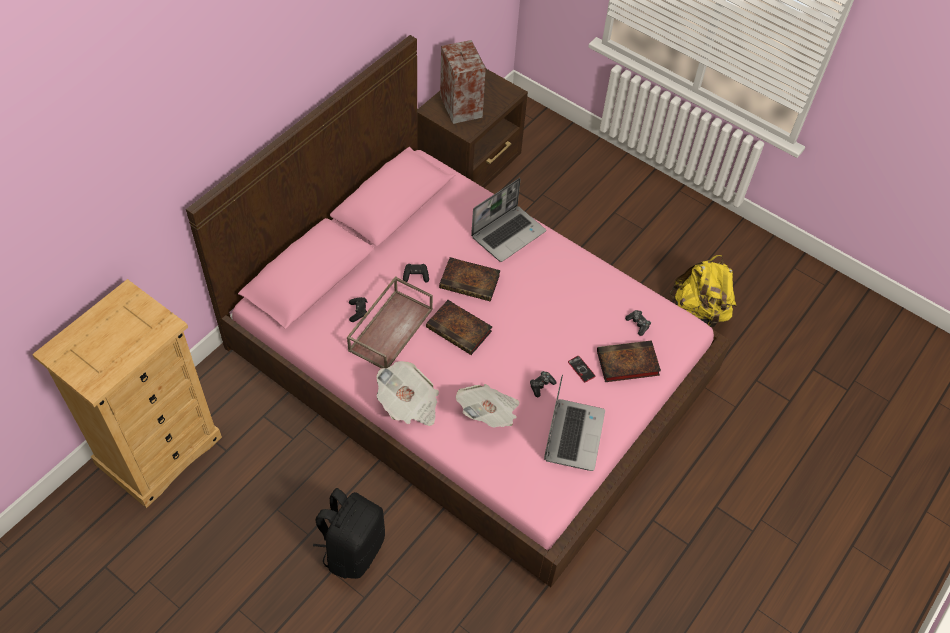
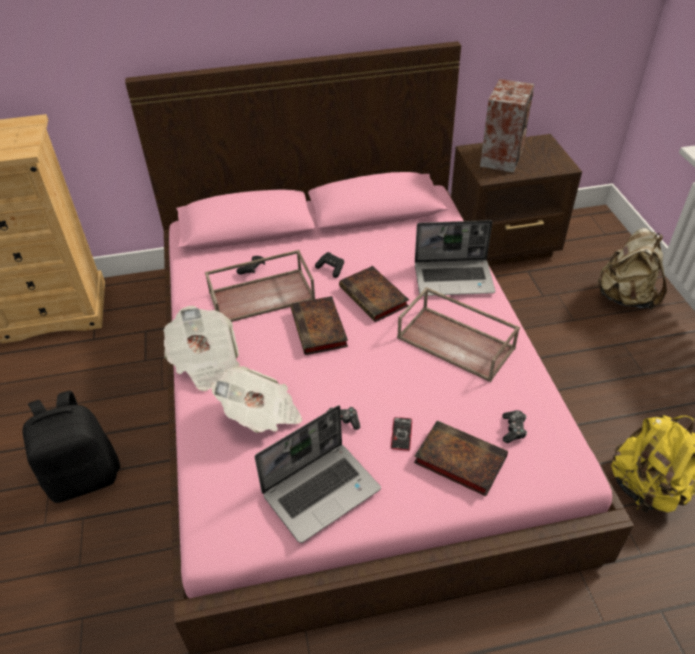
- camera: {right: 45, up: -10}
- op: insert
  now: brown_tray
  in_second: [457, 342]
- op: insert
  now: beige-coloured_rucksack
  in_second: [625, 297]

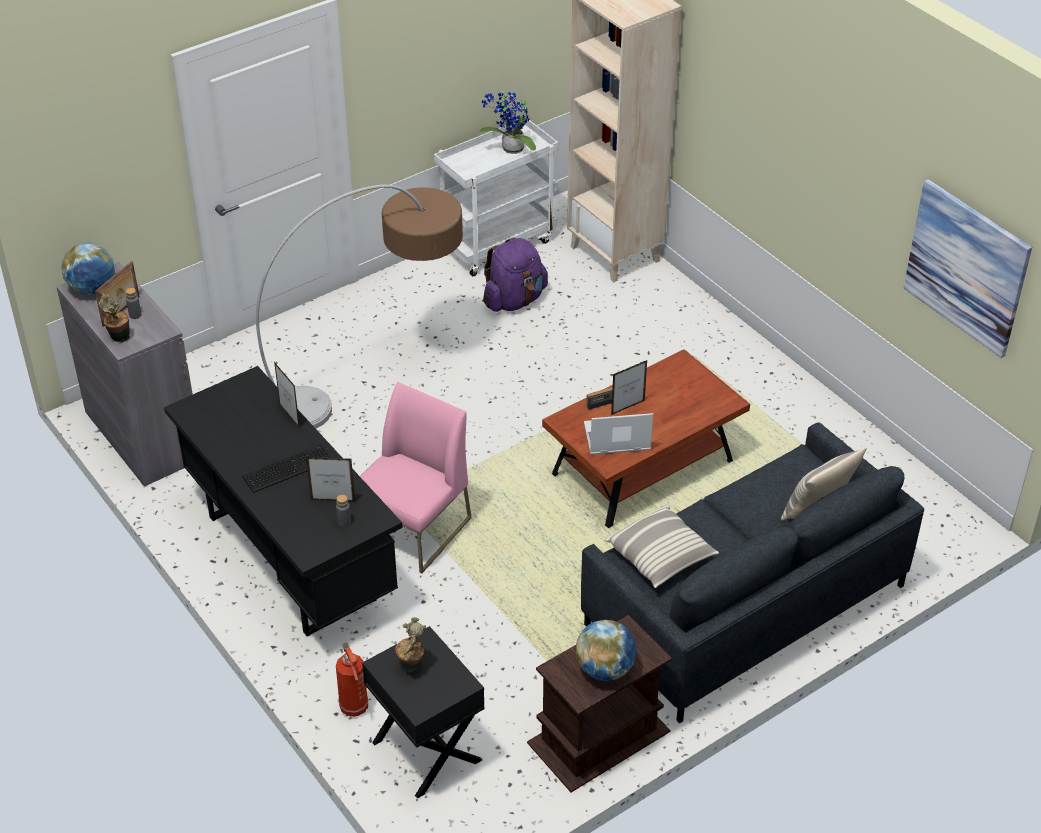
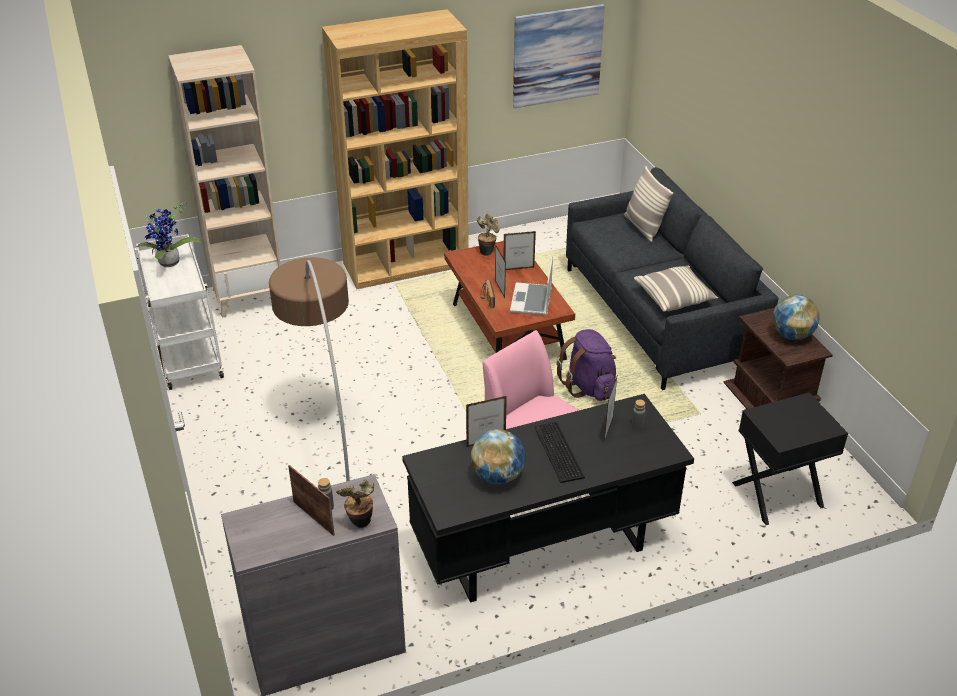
- camera: {right: -75, up: -5}
- op: move
  was: world_globe
  in_first: [92, 289]
  in_second: [498, 476]
- op: delete
  was: fire-fighting_cylinder
  in_first: [355, 708]
- op: move
  was: plant_in_a_pot
  in_first: [412, 667]
  in_second: [487, 251]
- op: move
  was: purple_rucksack
  in_first: [514, 300]
  in_second: [588, 387]
- op: insert
  now: brown_bookshelf
  in_second: [406, 265]
- op: insert
  now: picture_frame
  in_second: [518, 269]

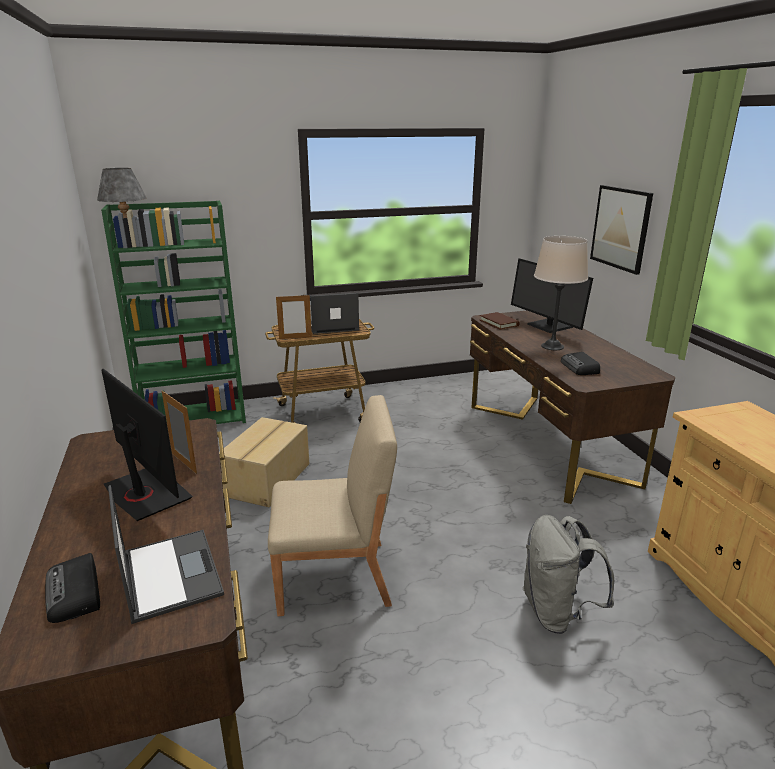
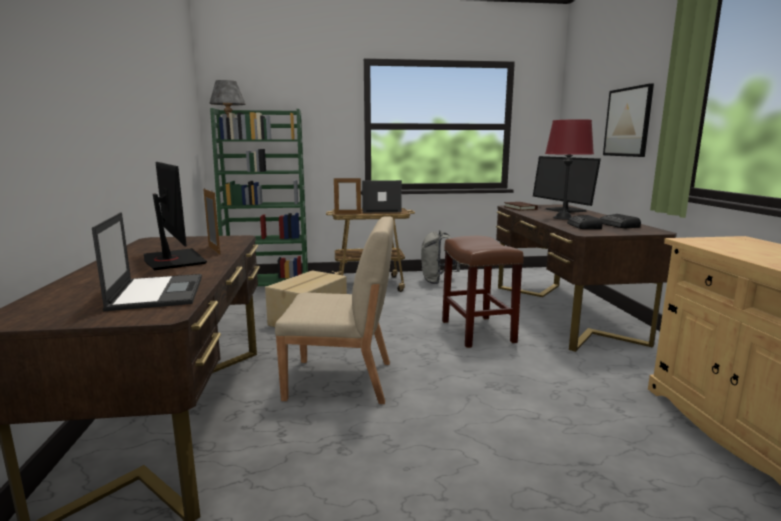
- camera: {right: 10, up: -10}
- op: move
  was: radio
  in_first: [75, 593]
  in_second: [619, 225]
- op: move
  was: greyish_rucksack
  in_first: [557, 612]
  in_second: [437, 281]
- op: recolor
  was: beige-coloured_tabletop_lamp
  now: red-coloured_tabletop_lamp
  in_first: [552, 346]
  in_second: [563, 218]
- op: insert
  now: brown_stool_seat
  in_second: [476, 331]

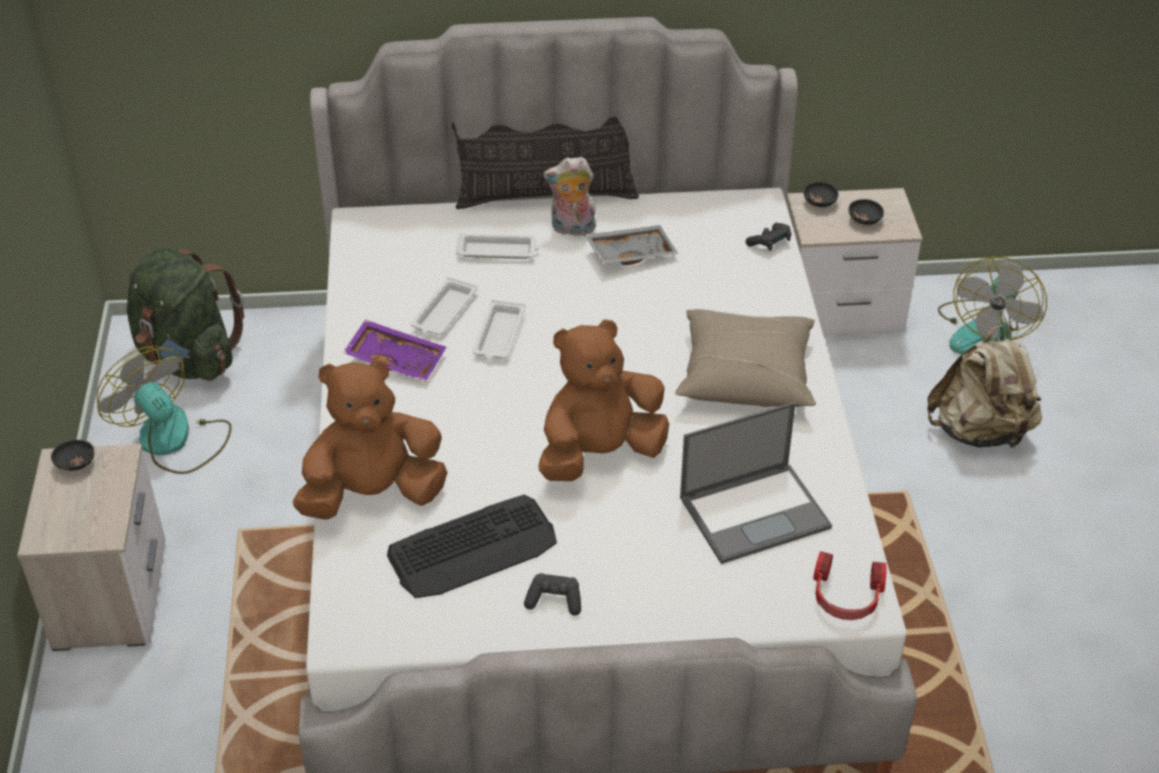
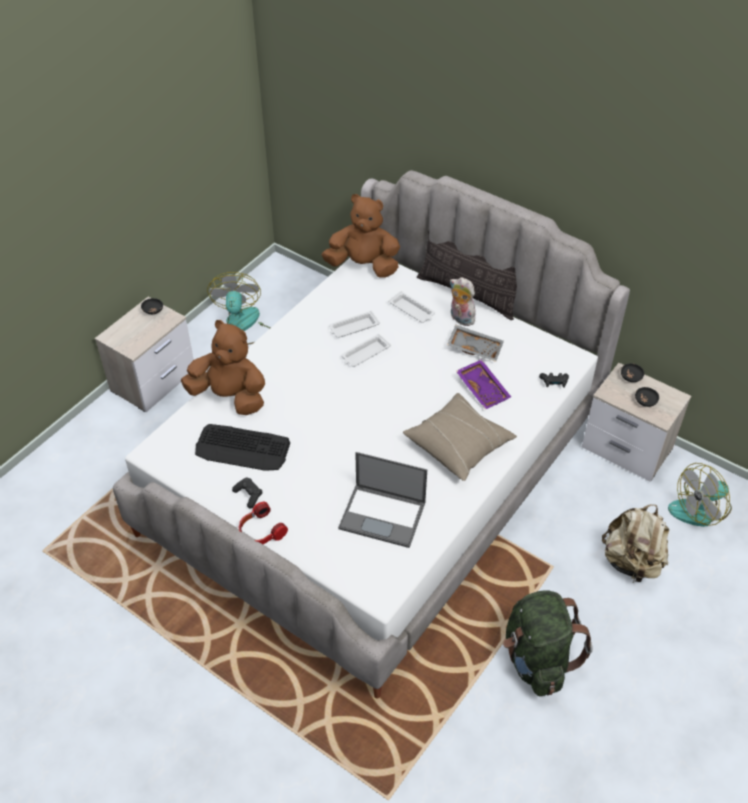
- camera: {right: 40, up: 5}
- op: move
  was: green_rucksack
  in_first: [189, 359]
  in_second: [537, 659]
- op: move
  was: purple_tray
  in_first: [397, 359]
  in_second: [483, 389]
- op: move
  was: brown_soft_toy
  in_first: [599, 454]
  in_second: [363, 266]
- op: move
  was: pair_of_headphones
  in_first: [846, 597]
  in_second: [260, 531]

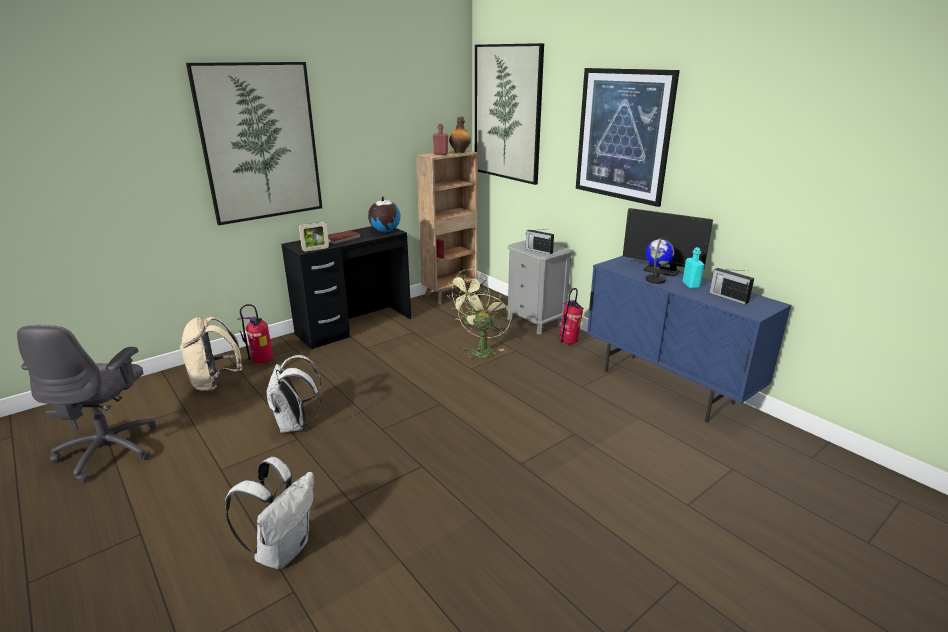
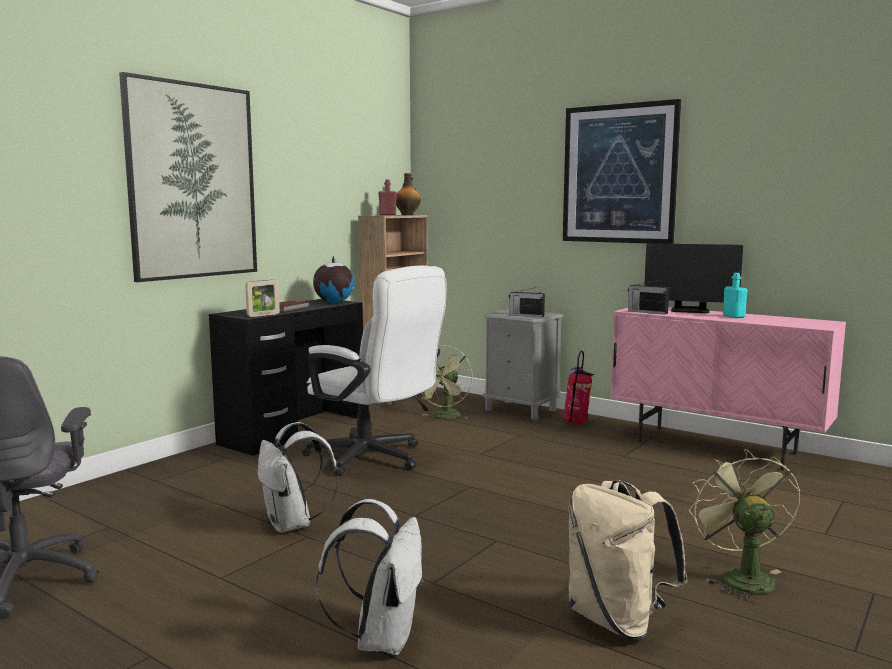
- camera: {right: -15, up: -15}
- op: move
  was: beige-coloured_rucksack
  in_first: [216, 383]
  in_second: [618, 620]
- op: delete
  was: fire-fighting_cylinder
  in_first: [262, 362]
- op: move
  was: green_cooling_fan
  in_first: [482, 349]
  in_second: [740, 576]
- op: delete
  was: wall_picture
  in_first: [507, 113]
- op: recolor
  was: blue-coloured_cabinet
  now: pinkish_cabinet
  in_first: [666, 387]
  in_second: [716, 448]
- op: delete
  was: world_globe
  in_first: [655, 280]
- op: move
  was: radio
  in_first: [728, 297]
  in_second: [647, 312]
- op: insert
  now: whitish_desk_chair
  in_second: [374, 459]

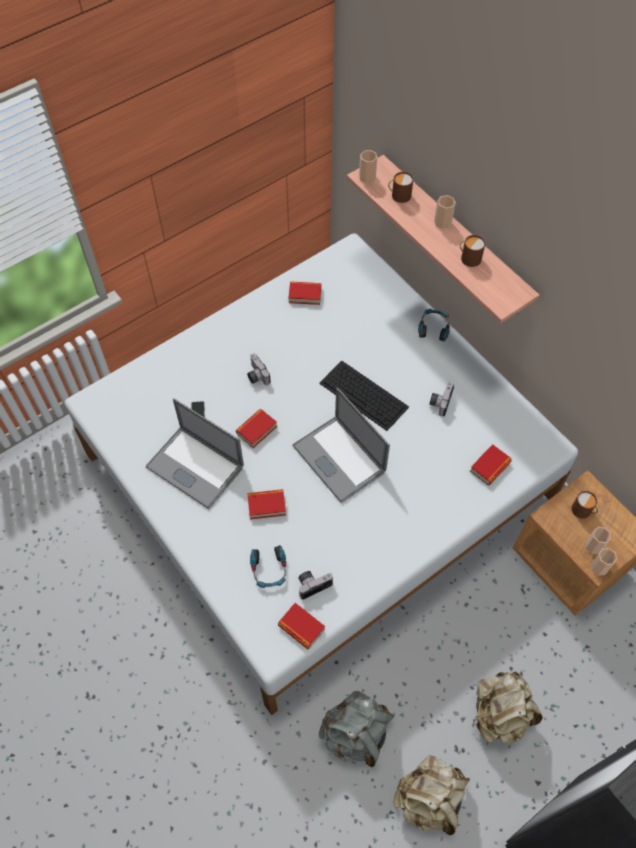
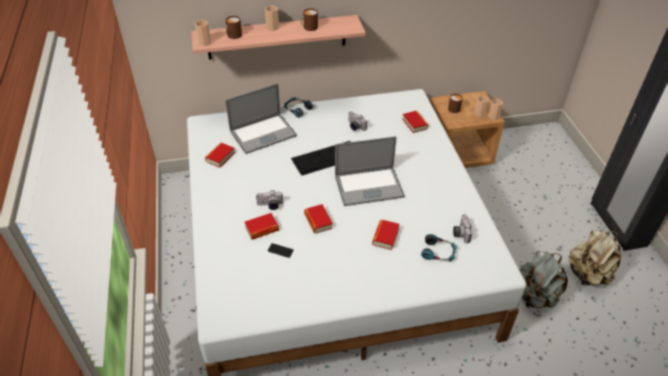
- camera: {right: -65, up: -15}
- op: move
  was: laptop
  in_first: [195, 467]
  in_second: [263, 134]
- op: move
  was: book
  in_first: [301, 627]
  in_second: [262, 229]
- op: delete
  was: beige-coloured_rucksack
  in_first: [499, 713]

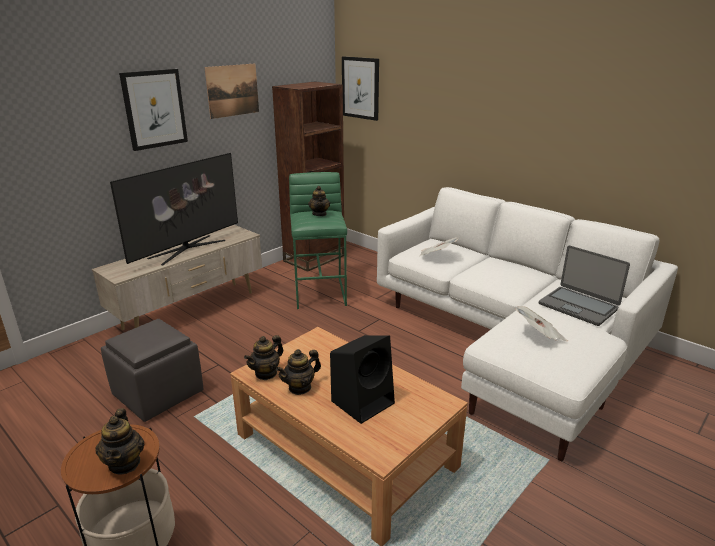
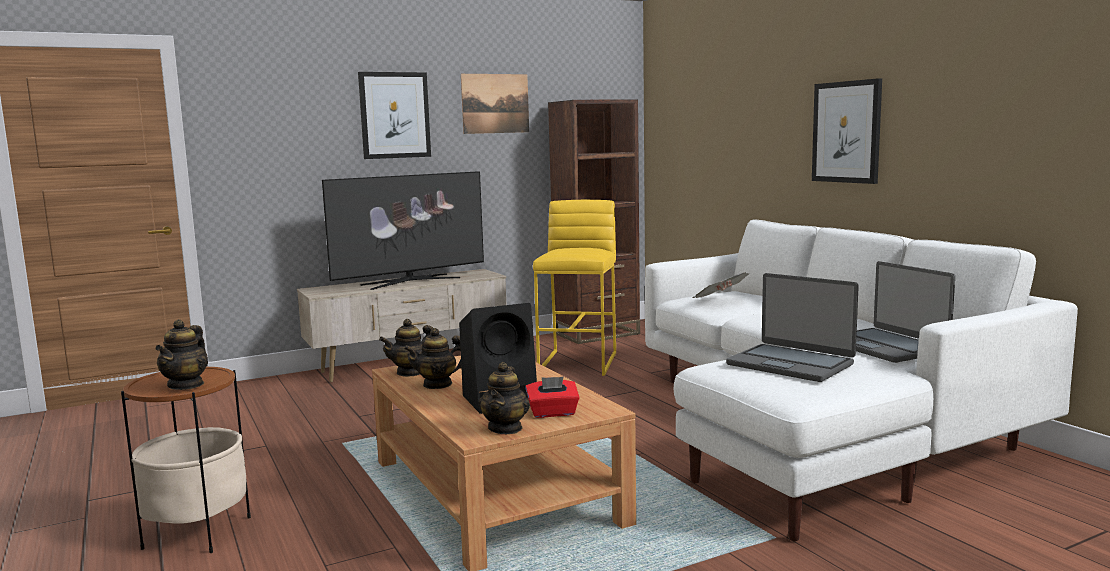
- camera: {right: 20, up: -15}
- op: delete
  was: greyish_pouffe
  in_first: [158, 393]
- op: recolor
  was: green_stool_seat
  now: yellowish_stool_seat
  in_first: [320, 293]
  in_second: [579, 362]
- op: move
  was: teapot
  in_first: [319, 214]
  in_second: [505, 428]
- op: move
  was: wall_picture
  in_first: [360, 88]
  in_second: [846, 132]
- op: replace
  was: daily_paper
  now: laptop
  in_first: [539, 336]
  in_second: [790, 364]
- op: insert
  now: red-coloured_box_of_tissues
  in_second: [553, 413]

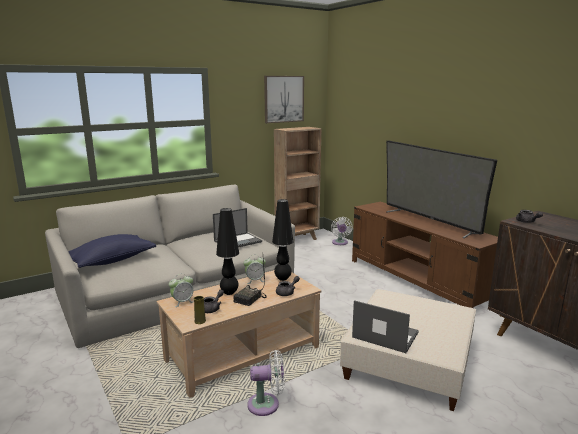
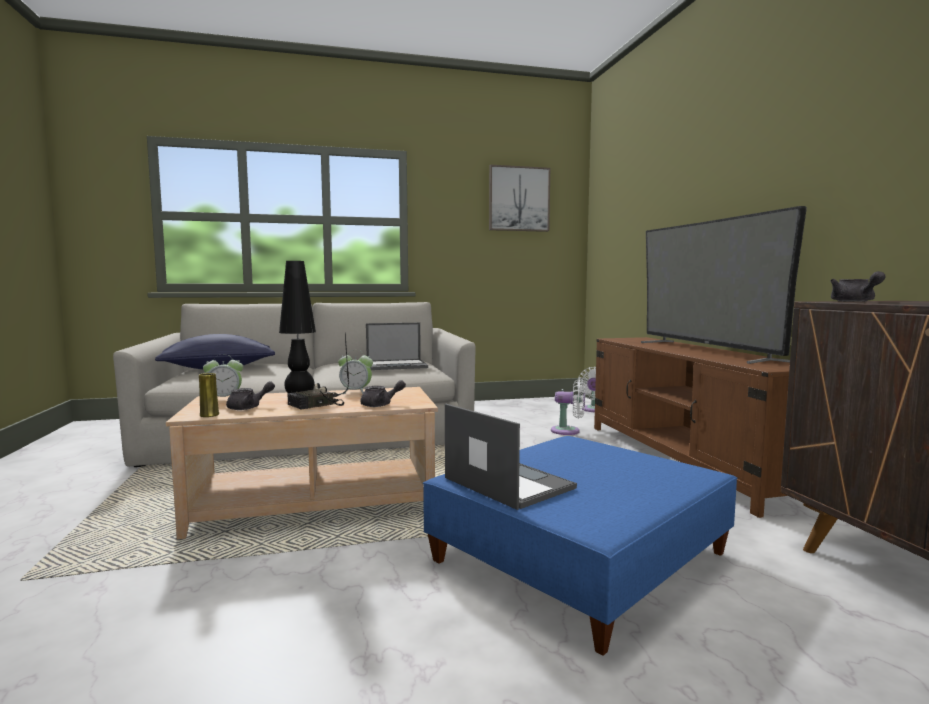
- camera: {right: 20, up: -10}
- op: move
  was: whitish_cooling_fan
  in_first: [267, 404]
  in_second: [568, 431]
- op: delete
  was: blackish_tabletop_lamp
  in_first: [283, 279]
- op: delete
  was: brown_bookshelf
  in_first: [297, 240]
- op: recolor
  was: beige-coloured_pouffe
  now: blue-coloured_pouffe
  in_first: [409, 360]
  in_second: [580, 556]

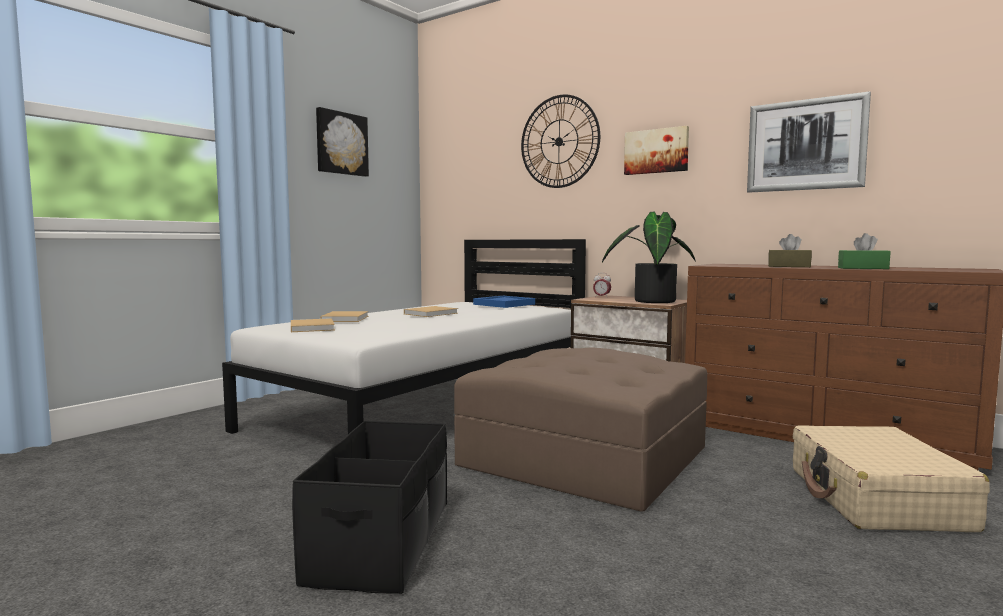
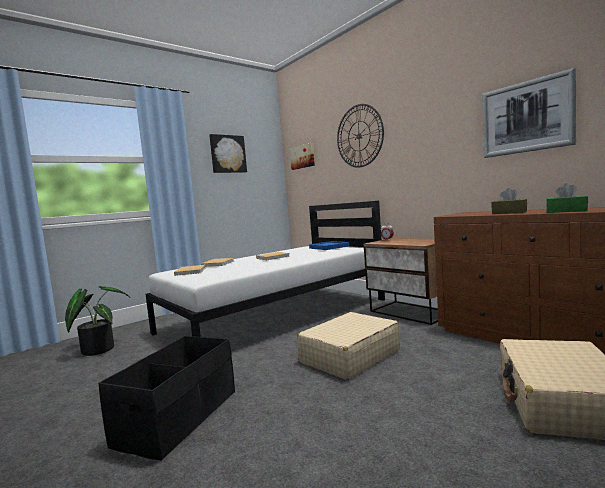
- camera: {right: 15, up: 0}
- op: replace
  was: brown_pouffe
  now: beige-coloured_suitcase
  in_first: [584, 456]
  in_second: [349, 356]
- op: move
  was: plant_in_a_pot
  in_first: [650, 301]
  in_second: [98, 349]
- op: move
  was: wall_picture
  in_first: [656, 151]
  in_second: [303, 156]

